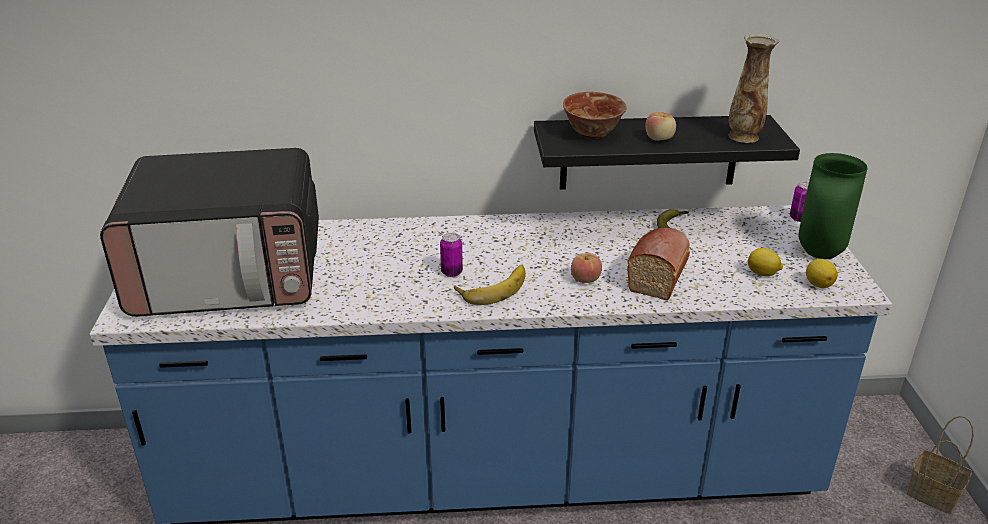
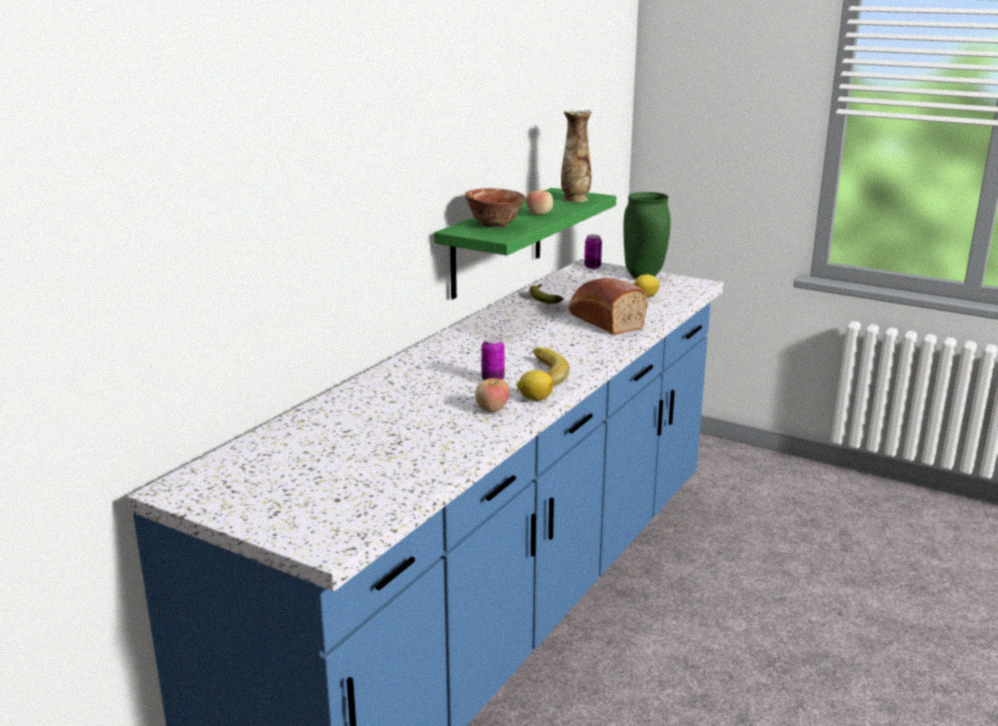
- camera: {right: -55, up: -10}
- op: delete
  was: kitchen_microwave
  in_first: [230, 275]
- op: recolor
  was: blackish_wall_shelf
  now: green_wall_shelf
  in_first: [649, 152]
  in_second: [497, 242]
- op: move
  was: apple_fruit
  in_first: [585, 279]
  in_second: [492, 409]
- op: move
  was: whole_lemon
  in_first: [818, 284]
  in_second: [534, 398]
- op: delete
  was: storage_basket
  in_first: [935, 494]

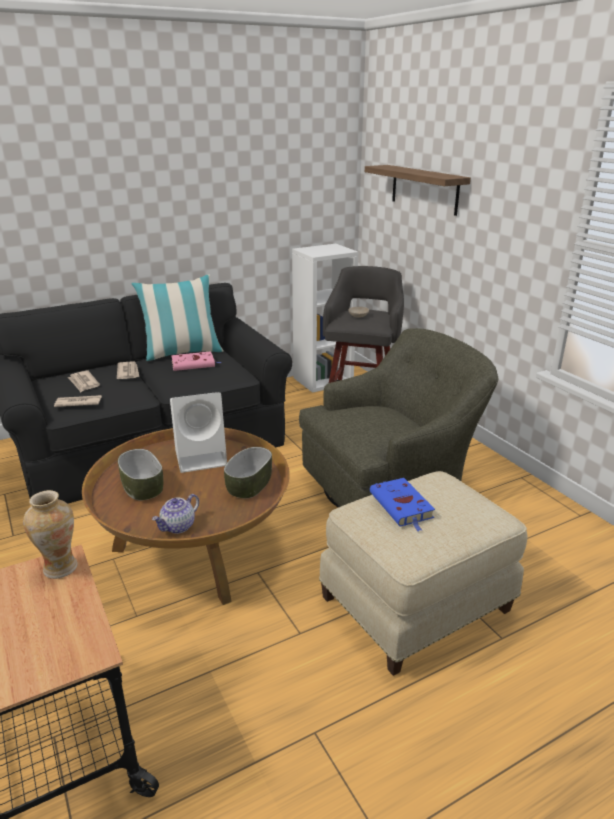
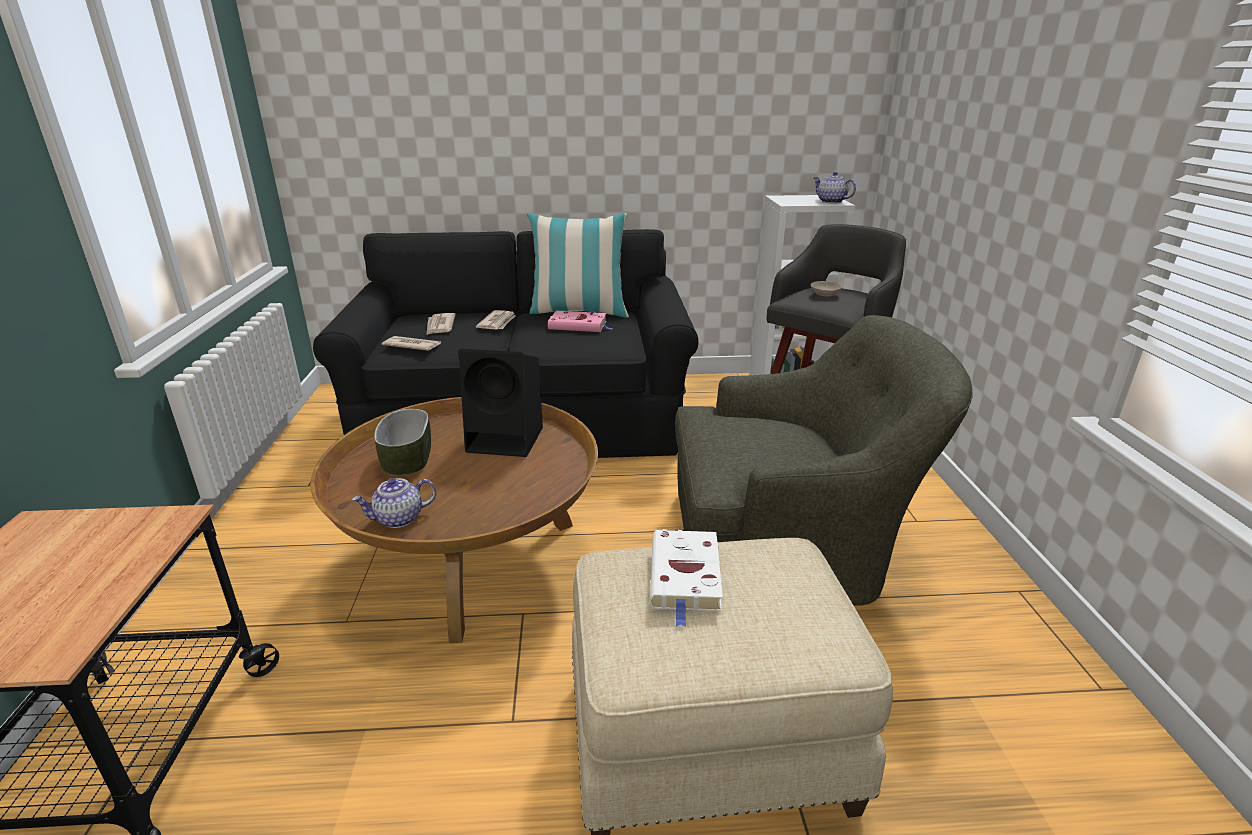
- camera: {right: 25, up: 0}
- op: delete
  was: decorative_vase
  in_first: [59, 567]
- op: recolor
  was: whitish_speaker
  now: blackish_speaker
  in_first: [202, 457]
  in_second: [507, 439]
- op: delete
  was: deep_dish
  in_first: [249, 486]
- op: delete
  was: wall_shelf
  in_first: [424, 189]
- op: recolor
  was: blue-coloured_book
  now: whitish_book
  in_first: [402, 506]
  in_second: [686, 578]
- op: insert
  now: teapot
  in_second: [831, 201]

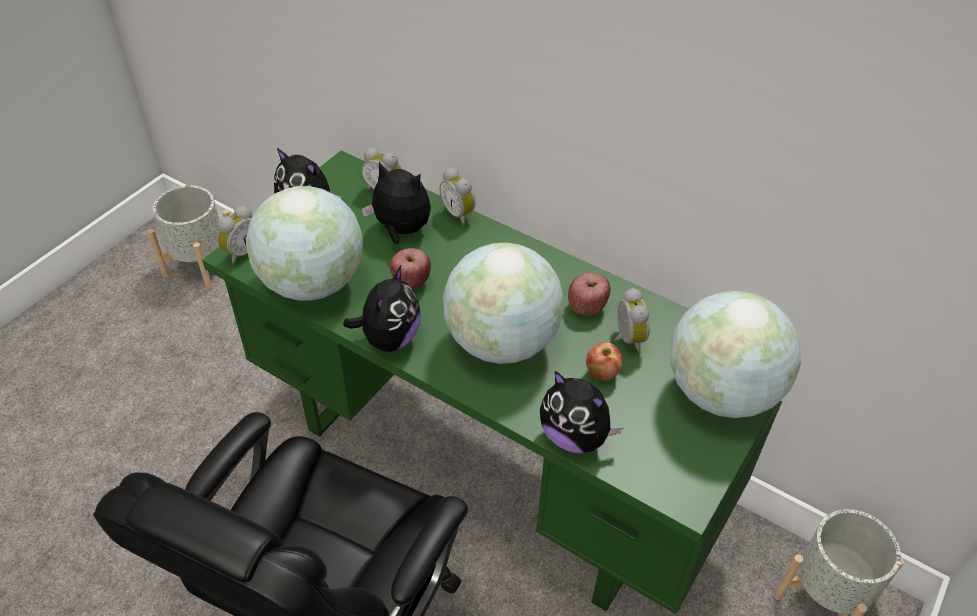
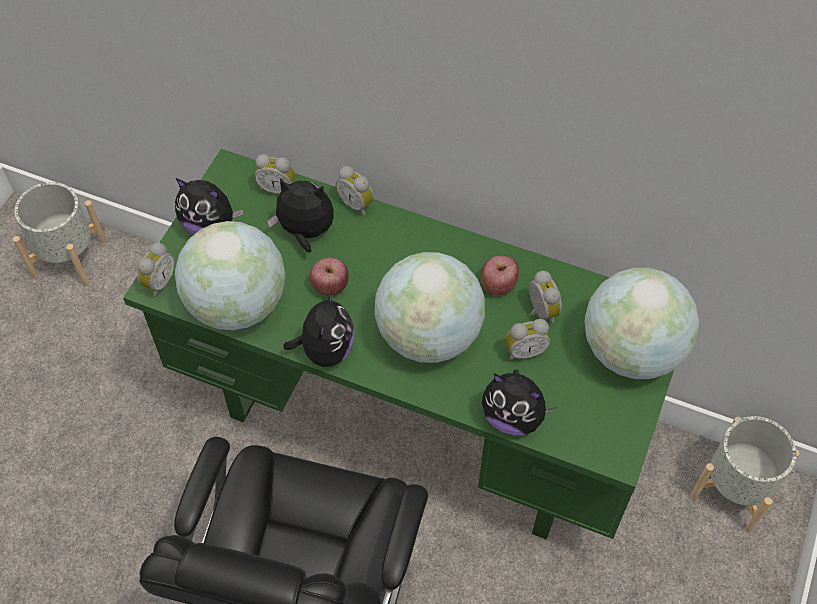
- camera: {right: -10, up: 10}
- op: replace
  was: apple_fruit
  now: alarm_clock
  in_first: [602, 373]
  in_second: [524, 351]

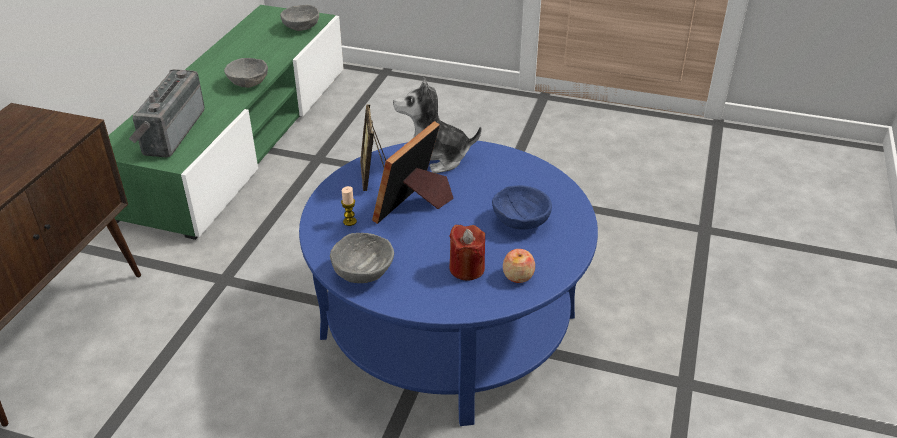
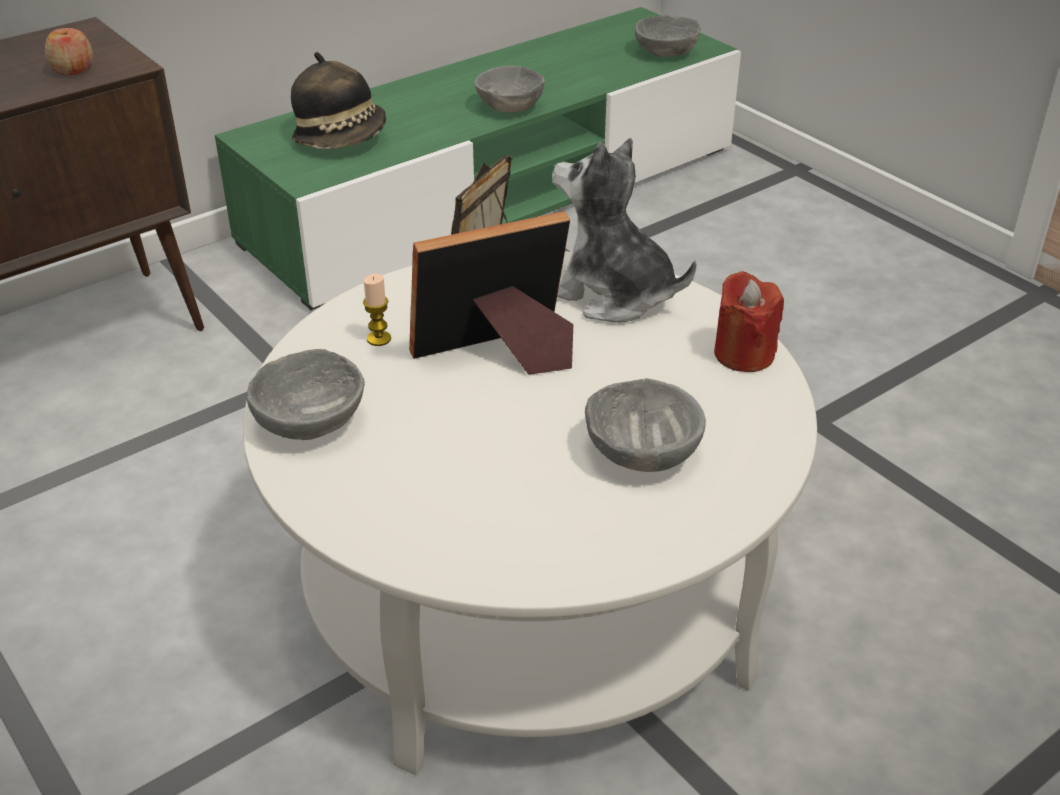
- camera: {right: 35, up: 0}
- op: replace
  was: radio
  now: hat
  in_first: [170, 131]
  in_second: [341, 139]
- op: recolor
  was: blue-coloured_lounge_table
  now: whitish_lounge_table
  in_first: [448, 324]
  in_second: [530, 593]
- op: move
  was: red-coloured_candle
  in_first: [467, 268]
  in_second: [744, 354]
- op: recolor
  was: blue-coloured_deep_dish
  now: greyish_deep_dish
  in_first: [520, 221]
  in_second: [641, 453]
- op: move
  was: apple_fruit
  in_first: [518, 276]
  in_second: [73, 70]

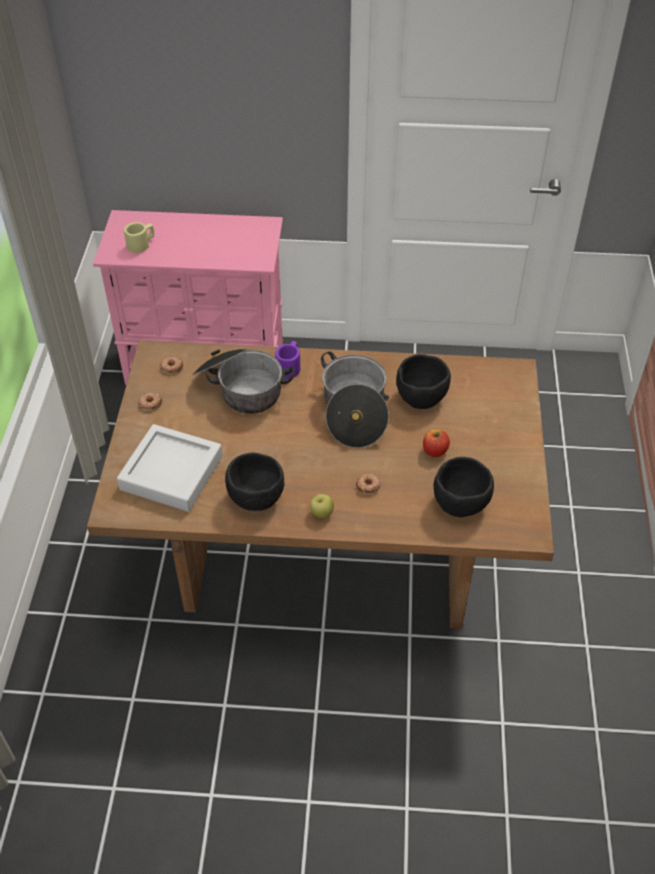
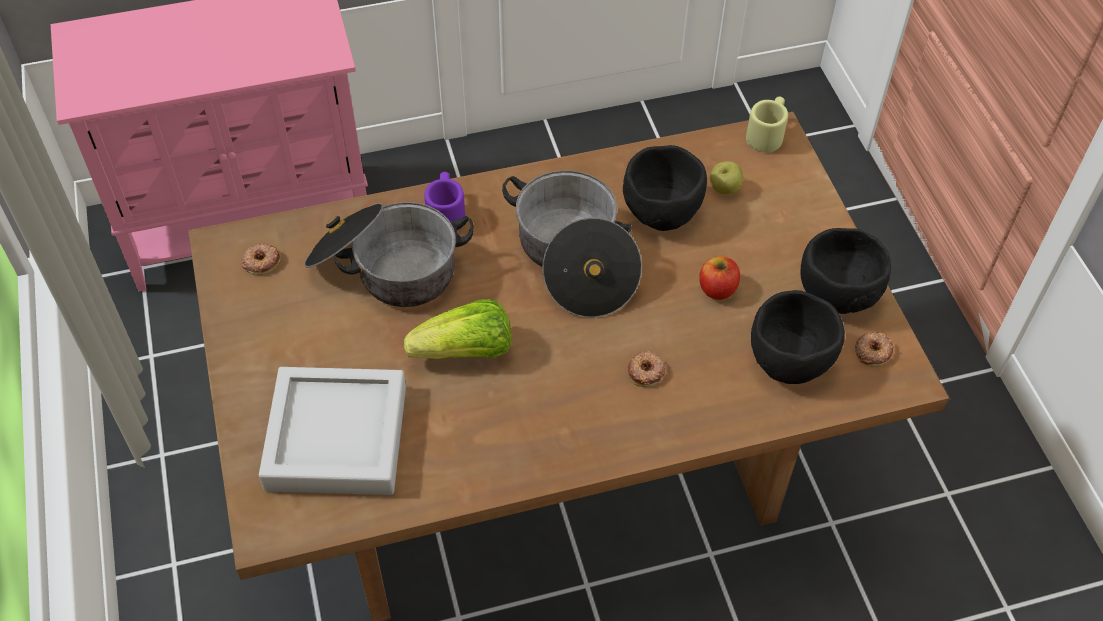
- camera: {right: -20, up: 5}
- op: move
  was: beige-coloured_mug
  in_first: [141, 244]
  in_second: [767, 134]
- op: move
  was: donut
  in_first: [150, 403]
  in_second: [872, 351]
- op: move
  was: blackish_deep_dish
  in_first: [255, 499]
  in_second: [837, 296]
- op: move
  was: apple_fruit
  in_first: [321, 513]
  in_second: [724, 189]
- op: insert
  now: lettuce
  in_second: [466, 352]

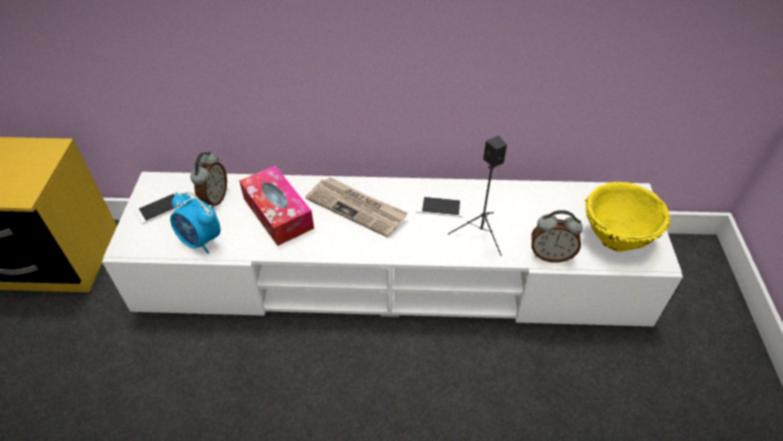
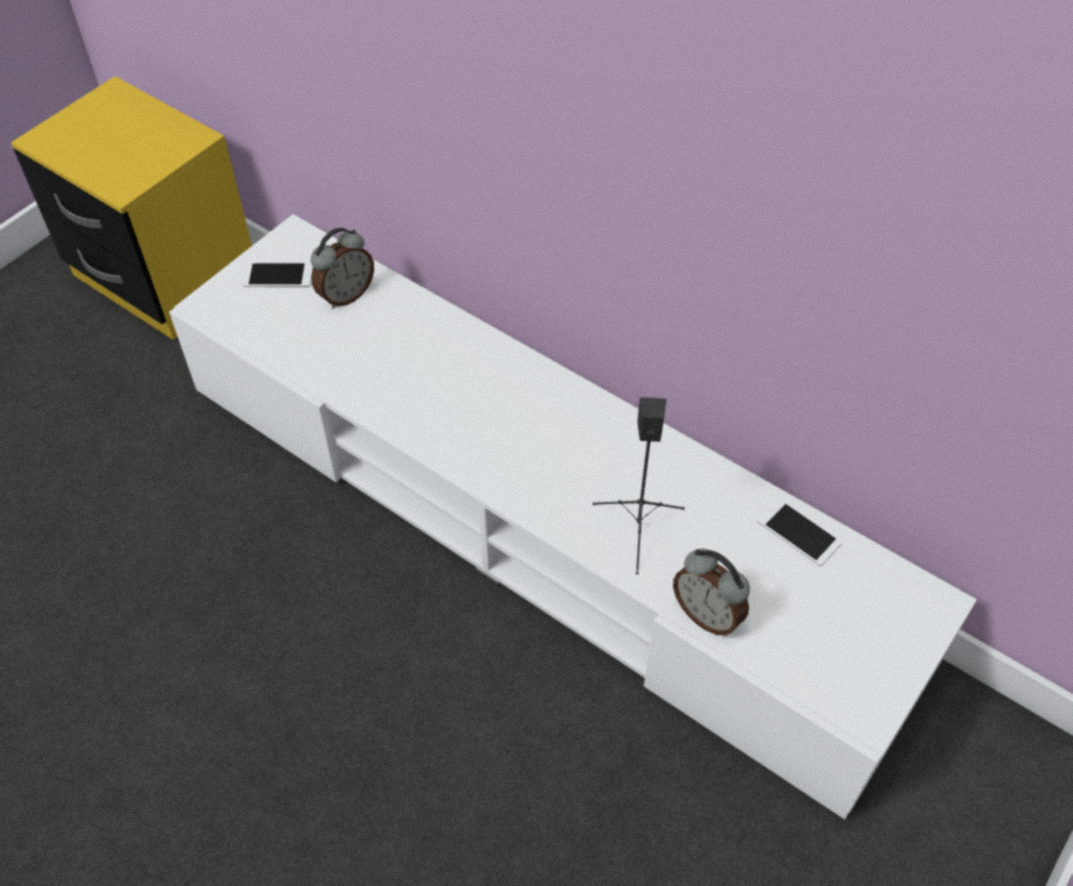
- camera: {right: 35, up: 5}
- op: delete
  was: alarm_clock
  in_first: [201, 241]
- op: delete
  was: box_of_tissues
  in_first: [278, 213]
- op: delete
  was: daily_paper
  in_first: [357, 208]
- op: move
  was: handset
  in_first: [440, 207]
  in_second: [799, 532]
- op: delete
  was: yellowish_deep_dish
  in_first: [615, 238]

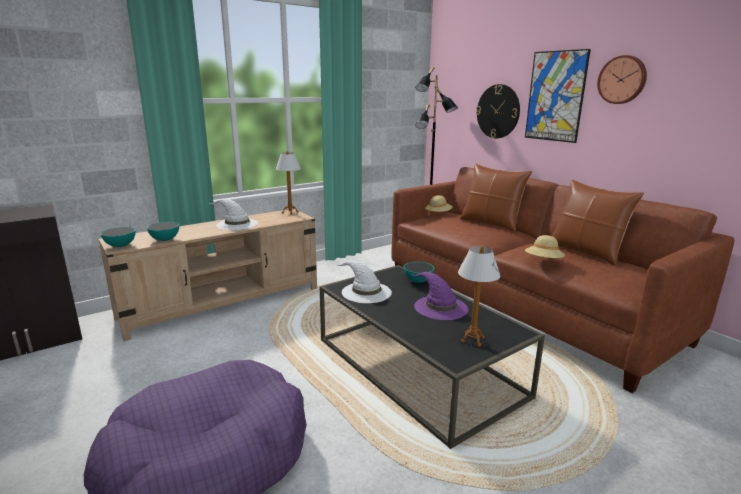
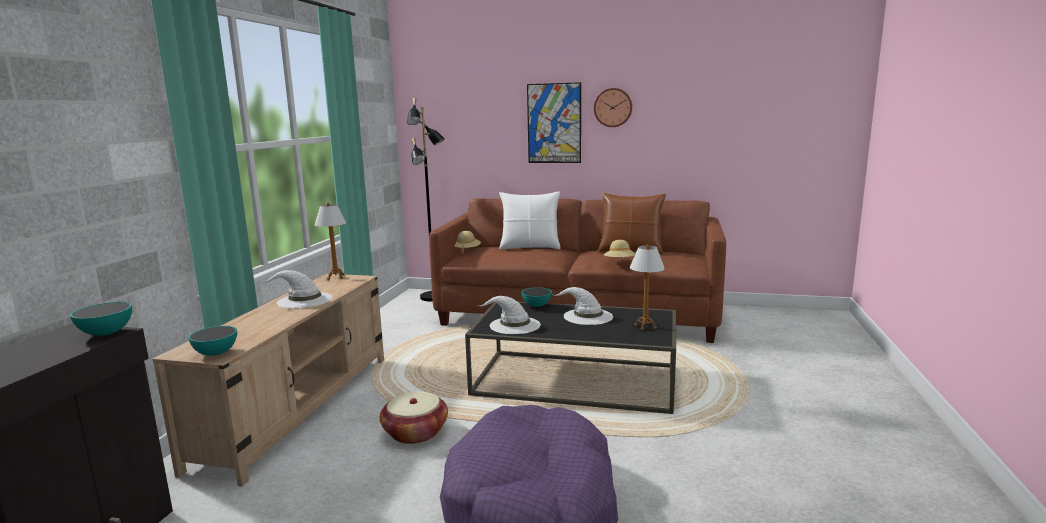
- camera: {right: -40, up: -5}
- op: move
  was: deep_dish
  in_first: [165, 240]
  in_second: [106, 334]
- op: recolor
  was: purple_hat
  now: whitish_hat
  in_first: [440, 307]
  in_second: [587, 316]
- op: recolor
  was: brown_cushion
  now: whitish_cushion
  in_first: [491, 223]
  in_second: [530, 247]
- op: delete
  was: clock_on_the_wall
  in_first: [498, 111]
- op: insert
  now: storage_basket
  in_second: [415, 432]

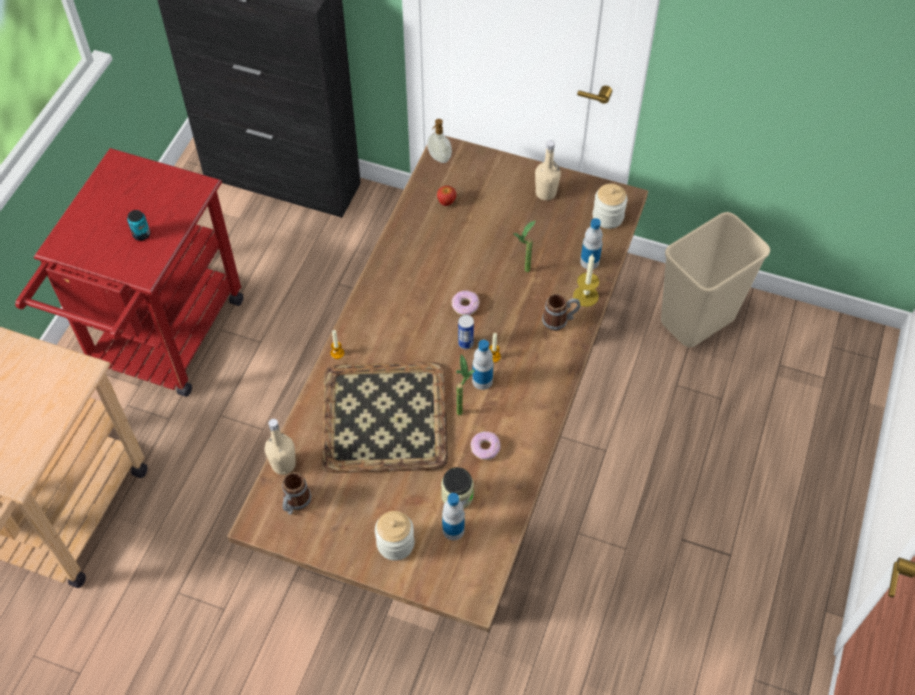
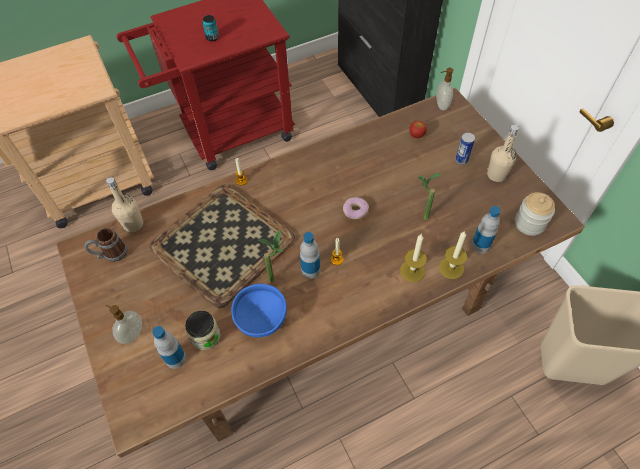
- camera: {right: 45, up: 0}
- op: replace
  was: jar
  now: soap_bottle
  in_first: [395, 543]
  in_second: [132, 334]
- op: move
  was: metal_can
  in_first: [465, 343]
  in_second: [461, 160]
- op: replace
  was: donut
  now: blue-coloured_deep_dish
  in_first: [485, 448]
  in_second: [260, 319]
- op: replace
  was: mug
  now: candle
  in_first: [560, 320]
  in_second: [412, 271]

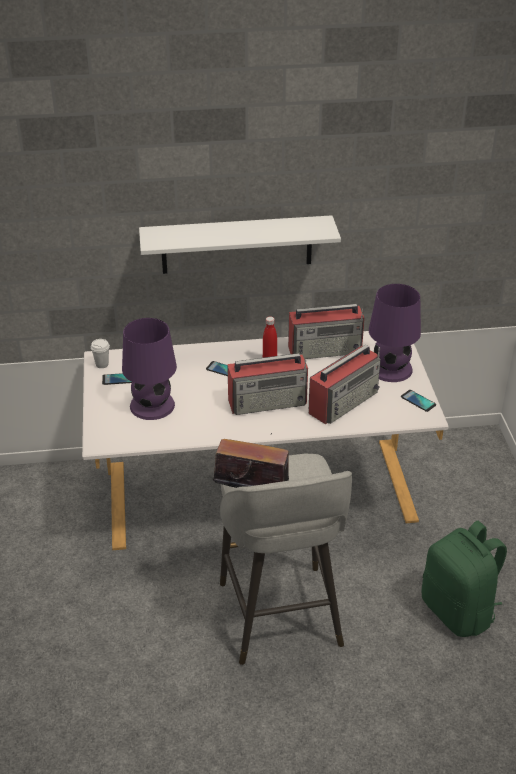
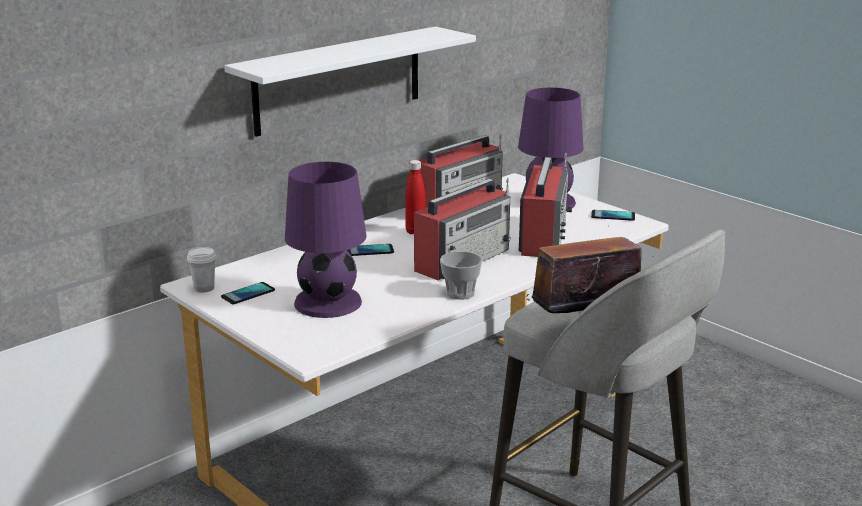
- camera: {right: -35, up: -15}
- op: delete
  was: green_rucksack
  in_first: [459, 611]
- op: insert
  now: cup
  in_second: [460, 293]

